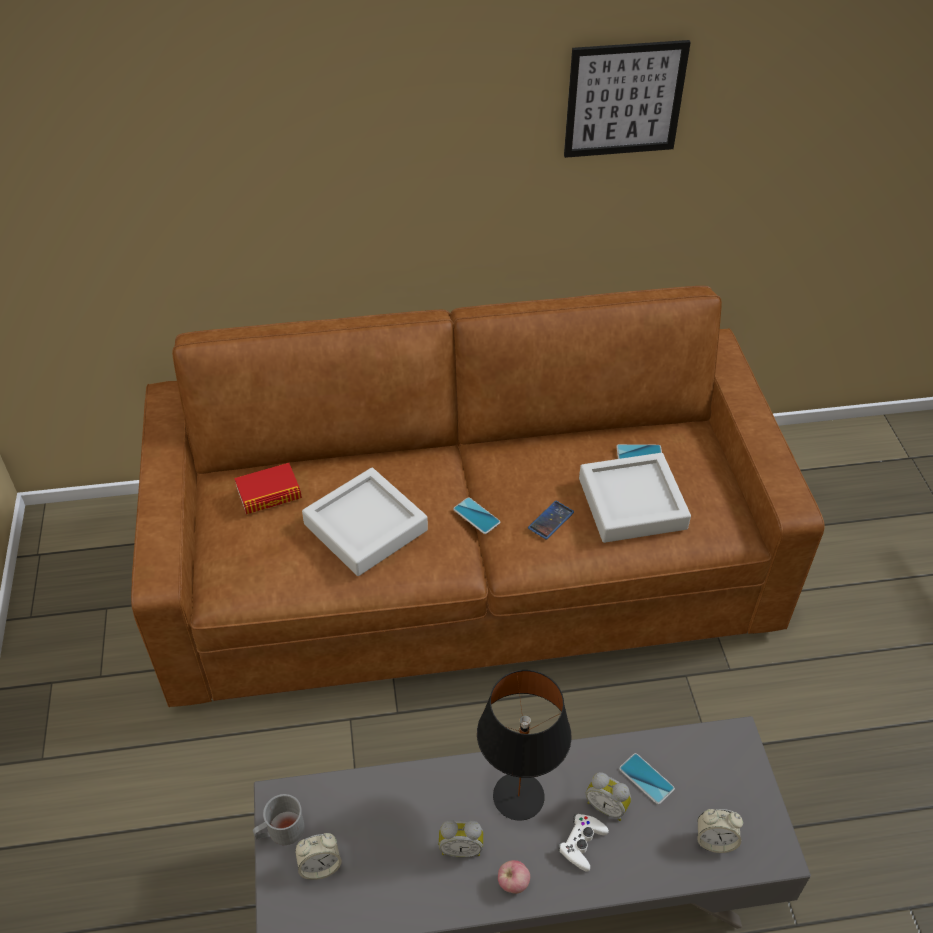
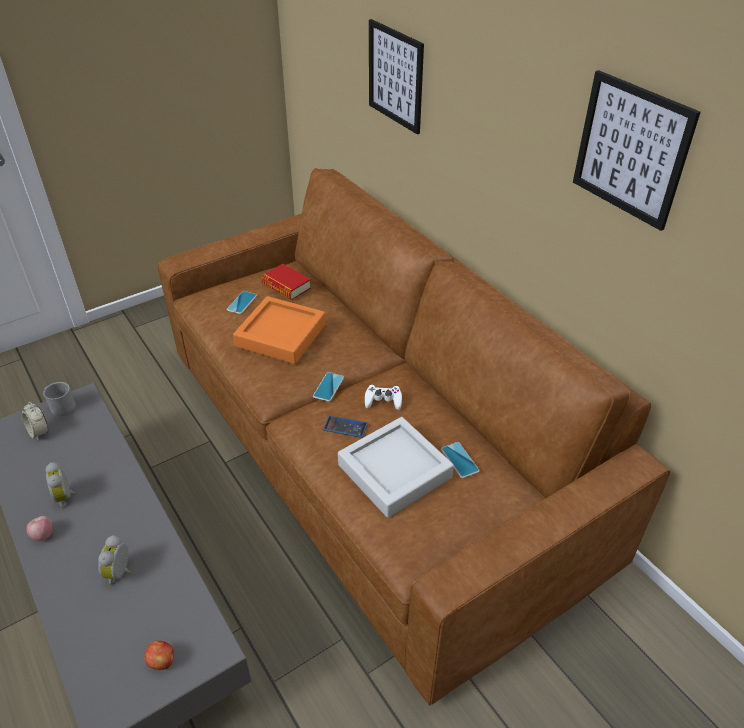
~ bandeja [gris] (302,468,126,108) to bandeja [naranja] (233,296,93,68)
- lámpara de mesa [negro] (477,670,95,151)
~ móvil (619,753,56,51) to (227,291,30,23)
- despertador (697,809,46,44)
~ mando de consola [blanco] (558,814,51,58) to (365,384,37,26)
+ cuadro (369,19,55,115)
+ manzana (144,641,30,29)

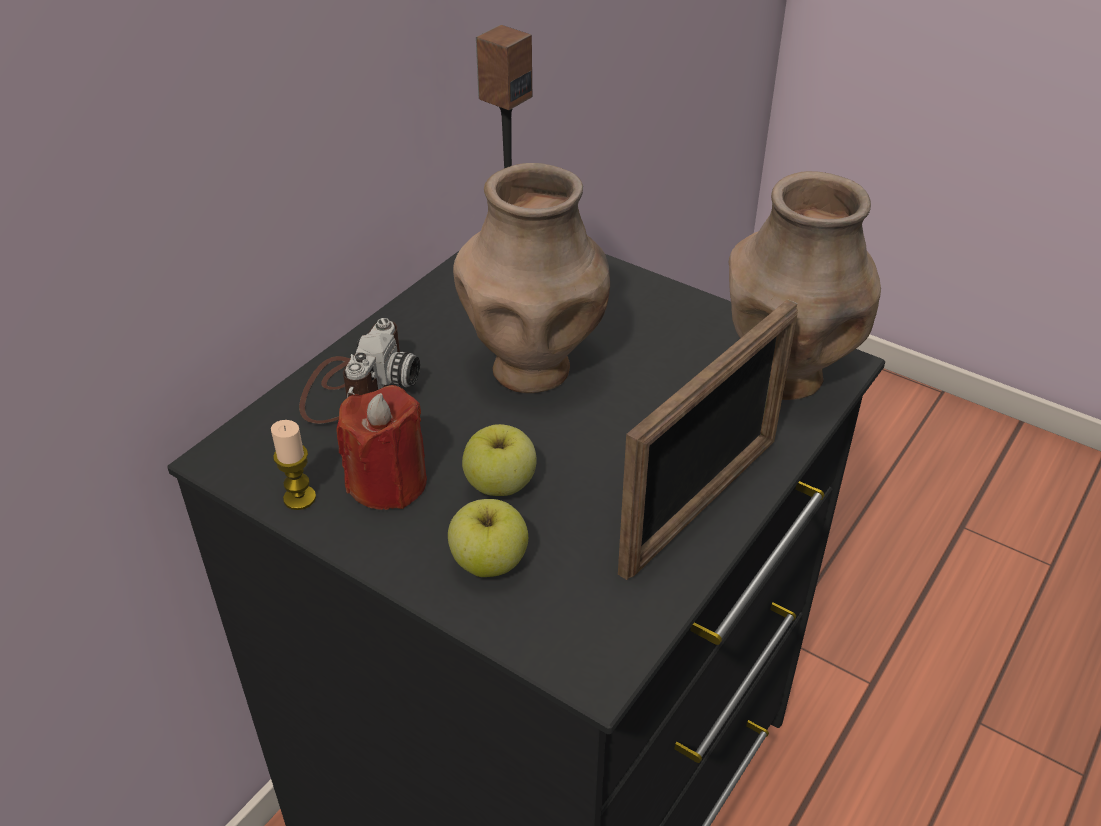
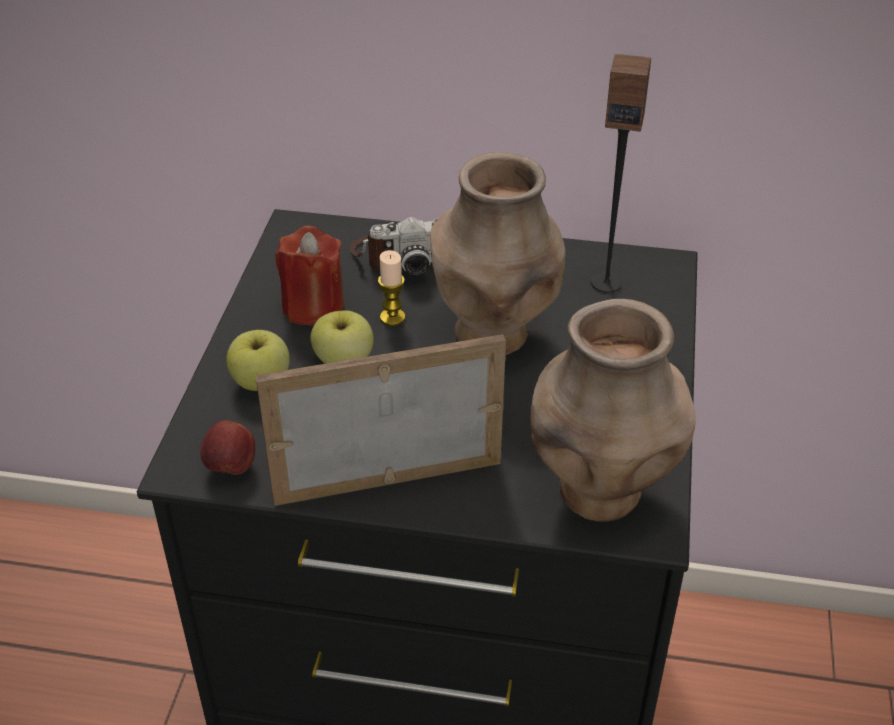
~ portarretratos (618,299,180,281) = (255,334,251,172) 150 degrees clockwise
~ vela (271,420,45,90) to (378,250,28,76)
+ manzana (200,420,55,55)

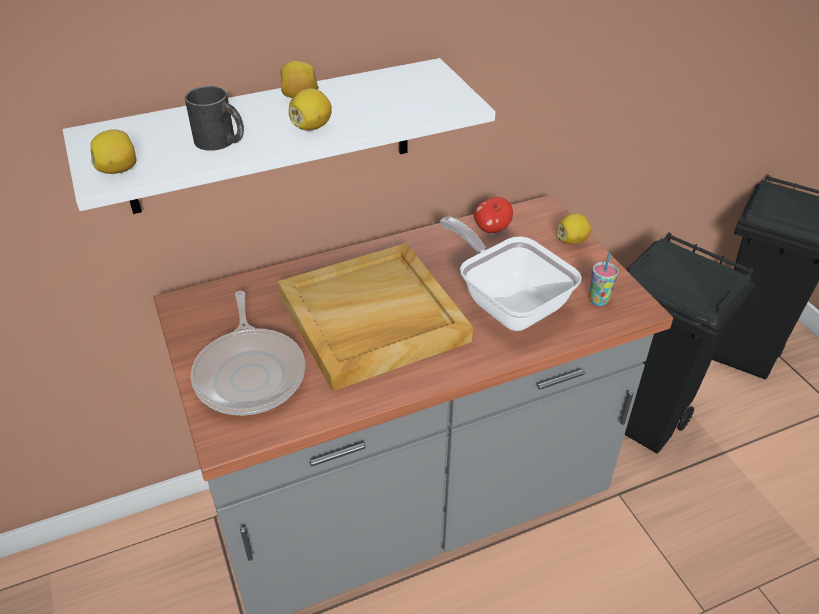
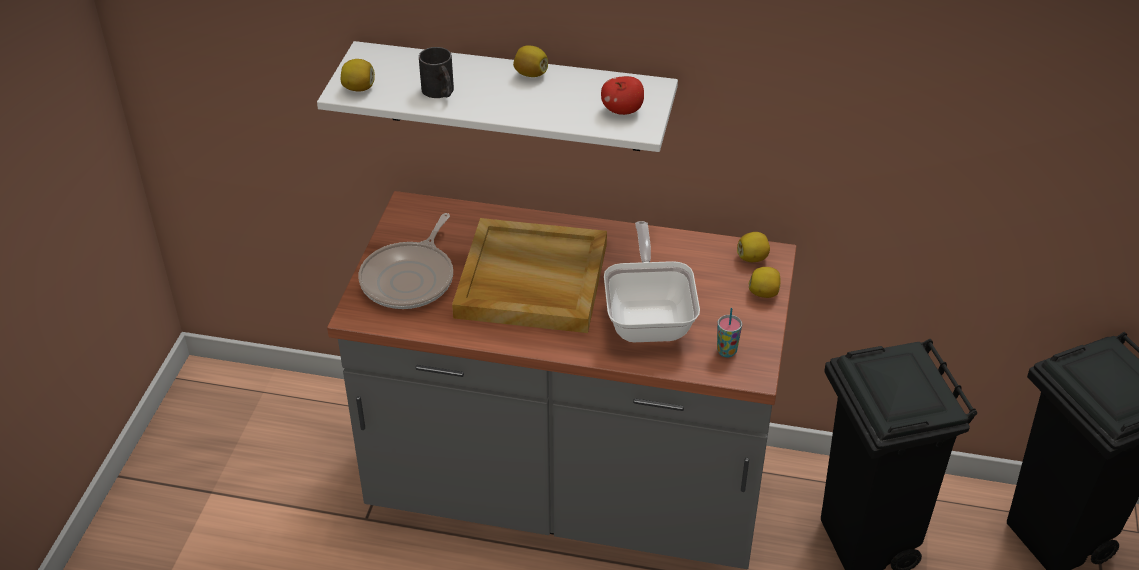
~ limón (289,88,43,42) to (737,232,33,30)
~ manzana (474,197,39,36) to (601,76,43,39)

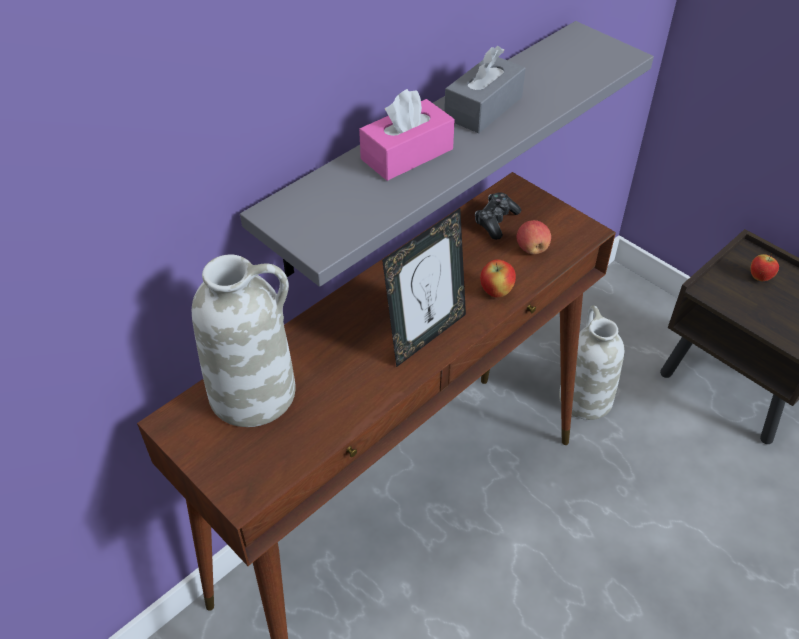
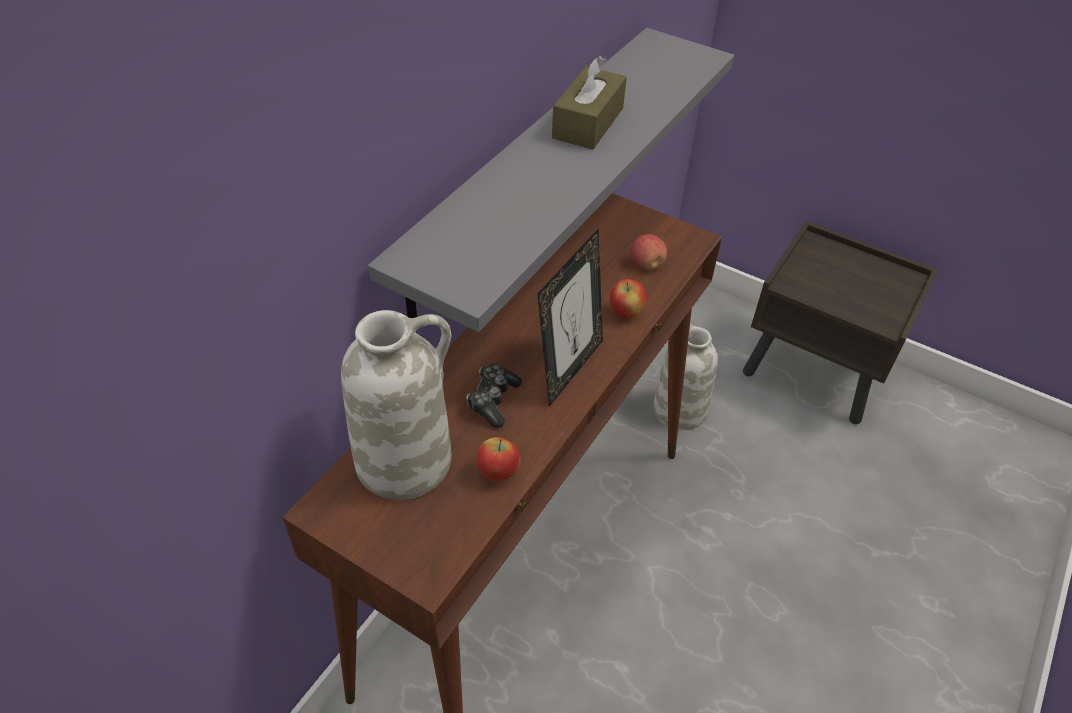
~ caja de pañuelos [gris] (444,46,82,88) to caja de pañuelos [marrón] (552,55,75,95)
- caja de pañuelos [rosa] (359,89,96,92)
~ mando de consola (475,192,46,48) to (466,364,56,63)
~ manzana (751,254,28,27) to (476,437,44,45)

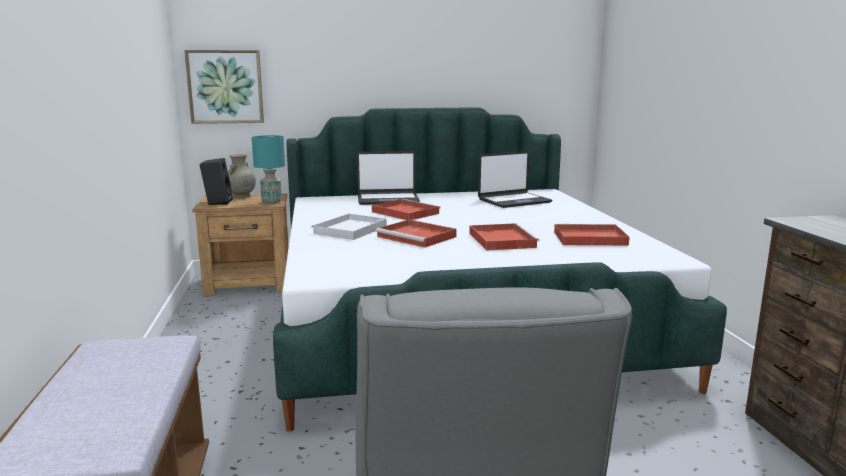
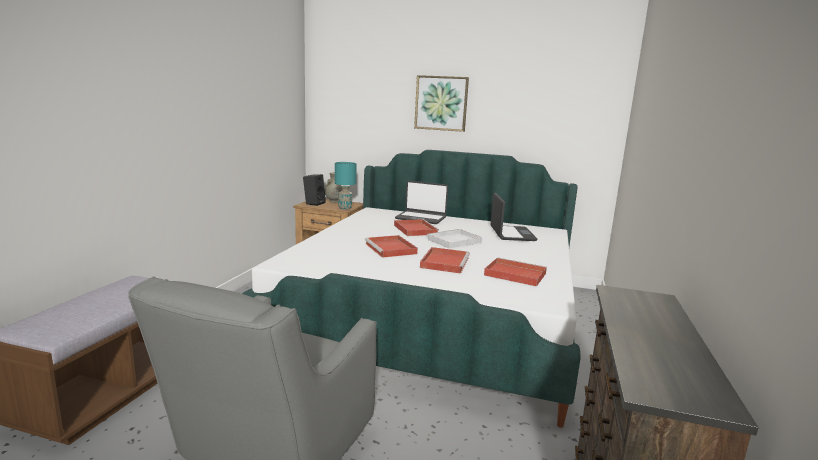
~ cuadro (184,50,80,74) to (414,75,55,57)
~ portátil (478,151,74,57) = (490,193,47,48) 90 degrees counterclockwise
~ bandeja [blanco] (312,214,75,26) to (427,229,55,20)

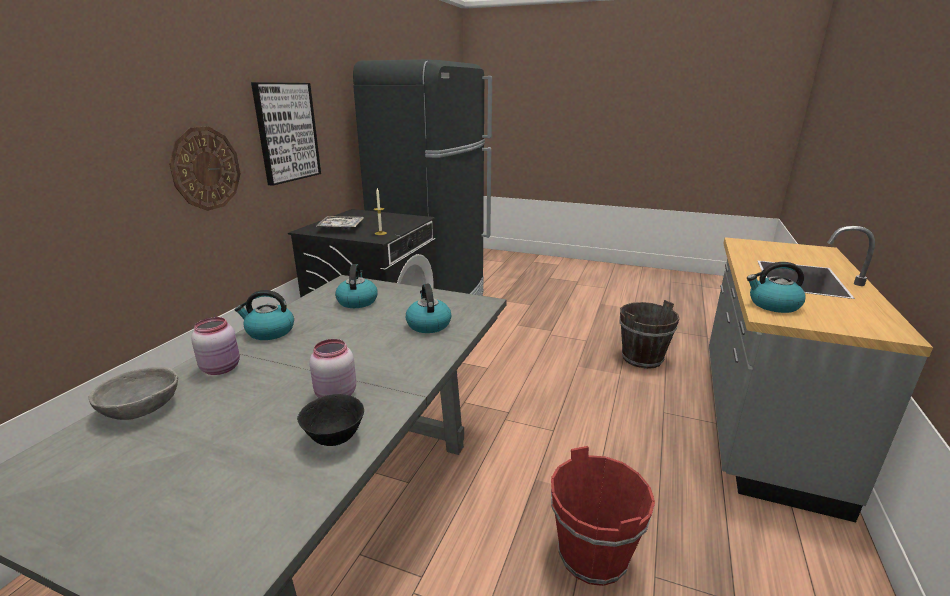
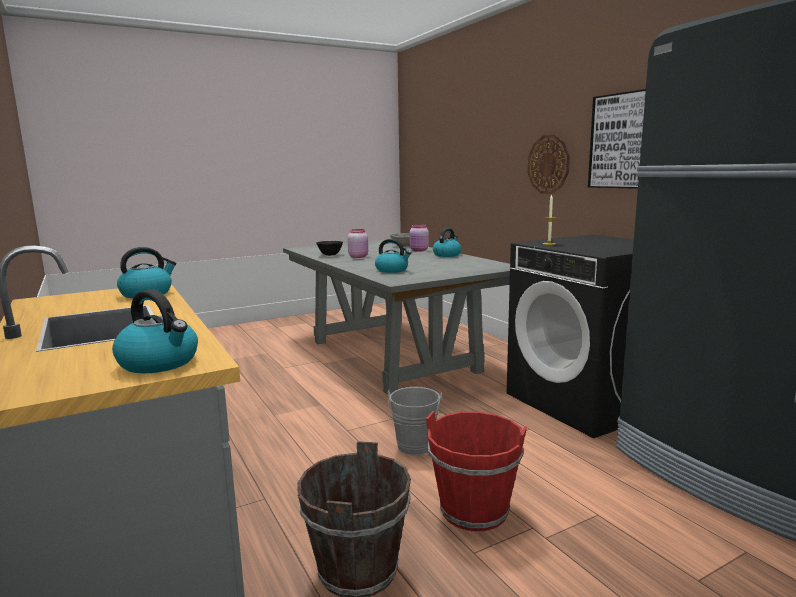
- bandeja (316,216,48,13)
~ hervidor (335,264,43,44) to (112,289,86,84)
~ cubo [rojo] (551,446,104,140) to (426,411,101,120)
+ cubo [gris] (387,387,55,68)

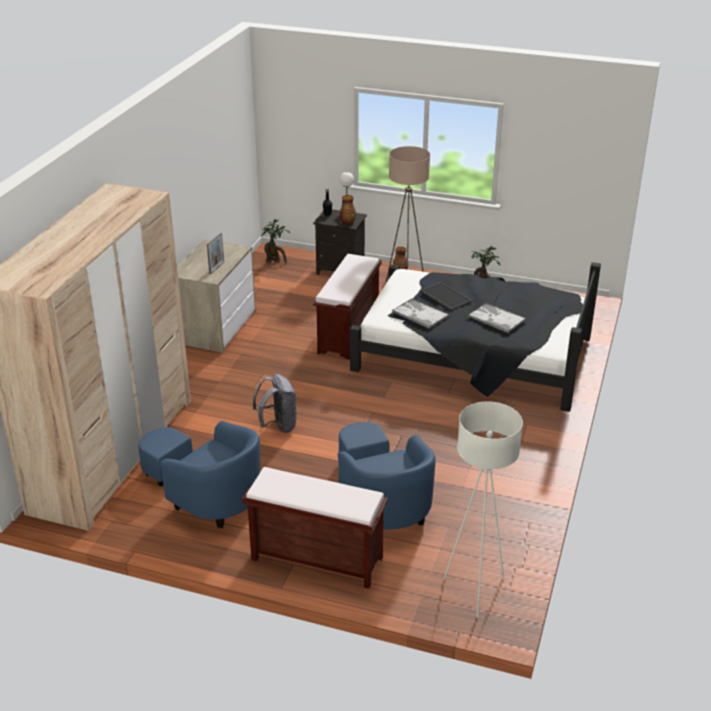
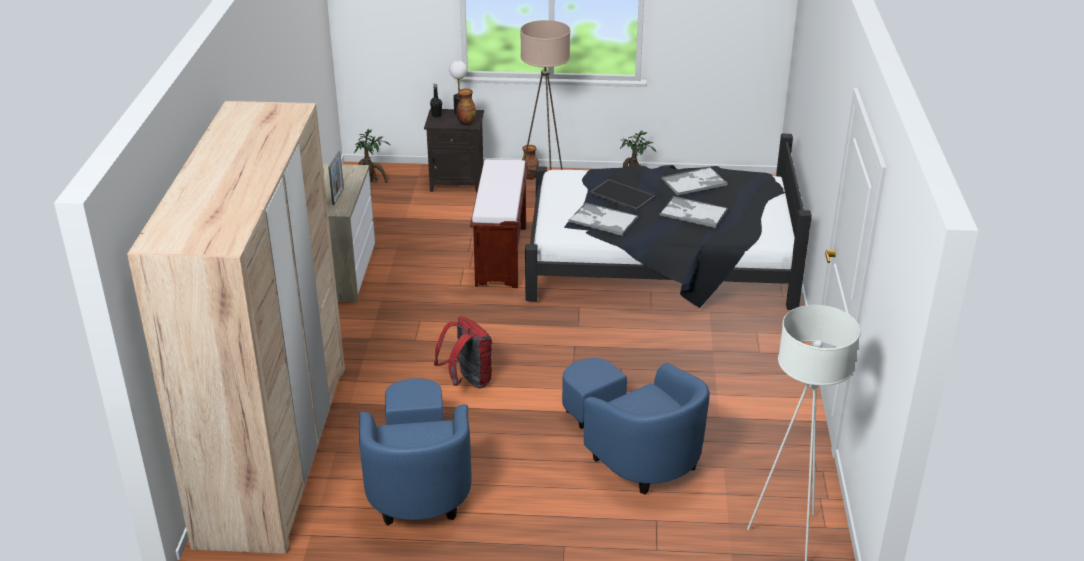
~ mochila [gris] (253,374,44,59) to mochila [rojo] (434,316,58,73)
~ sillón [azul] (138,421,123,107) = (359,378,113,148) 60 degrees clockwise
- banco [marrón] (242,467,146,121)
+ bandeja (661,167,67,29)

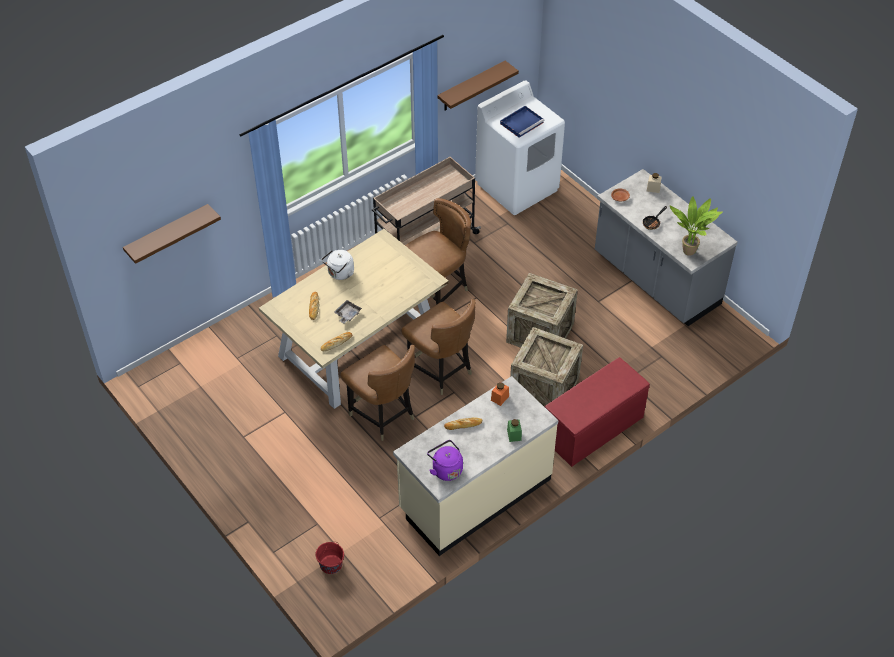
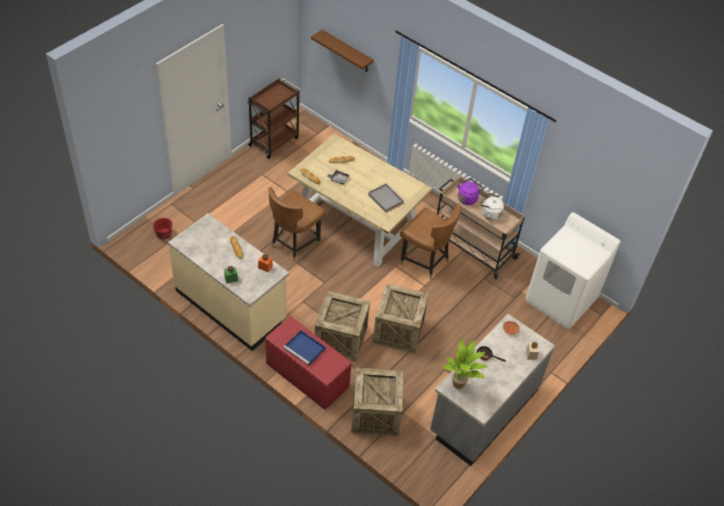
- estante [marrón] (438,61,81,49)
~ bandeja [azul] (500,106,44,32) to (284,330,41,36)
~ hervidor [blanco] (321,250,33,30) to (480,193,24,27)
- silla [marrón] (401,299,75,96)
~ hervidor [morado] (427,440,36,41) to (458,178,26,27)
+ carrito [marrón] (247,78,54,81)
+ bandeja [gris] (368,183,37,30)
+ caja de embalaje (351,368,52,68)

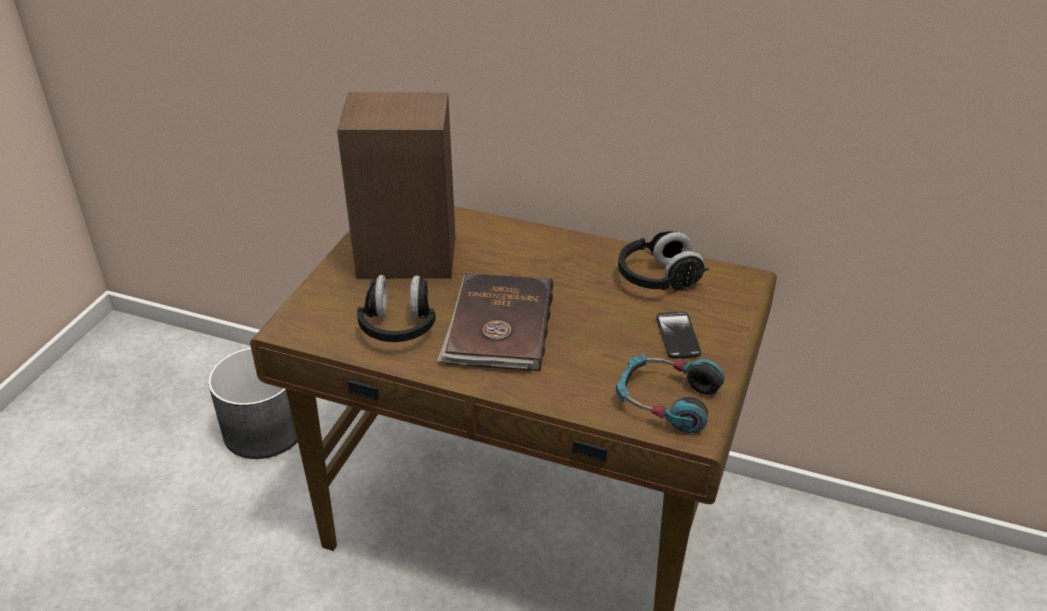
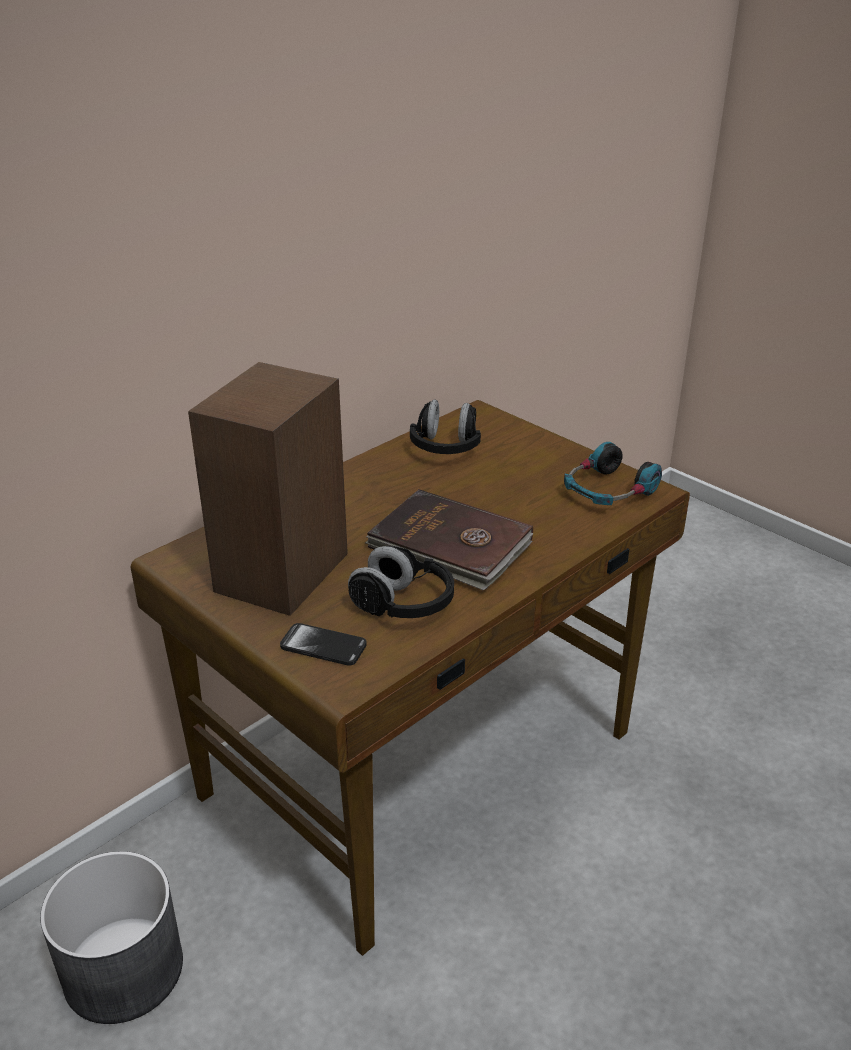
~ móvil (656,312,45,47) to (280,623,87,43)

